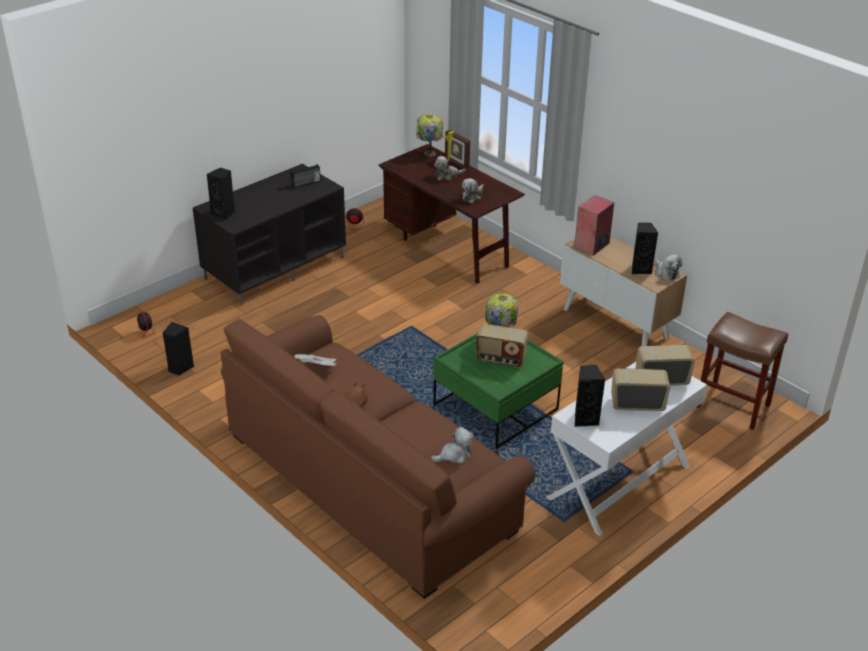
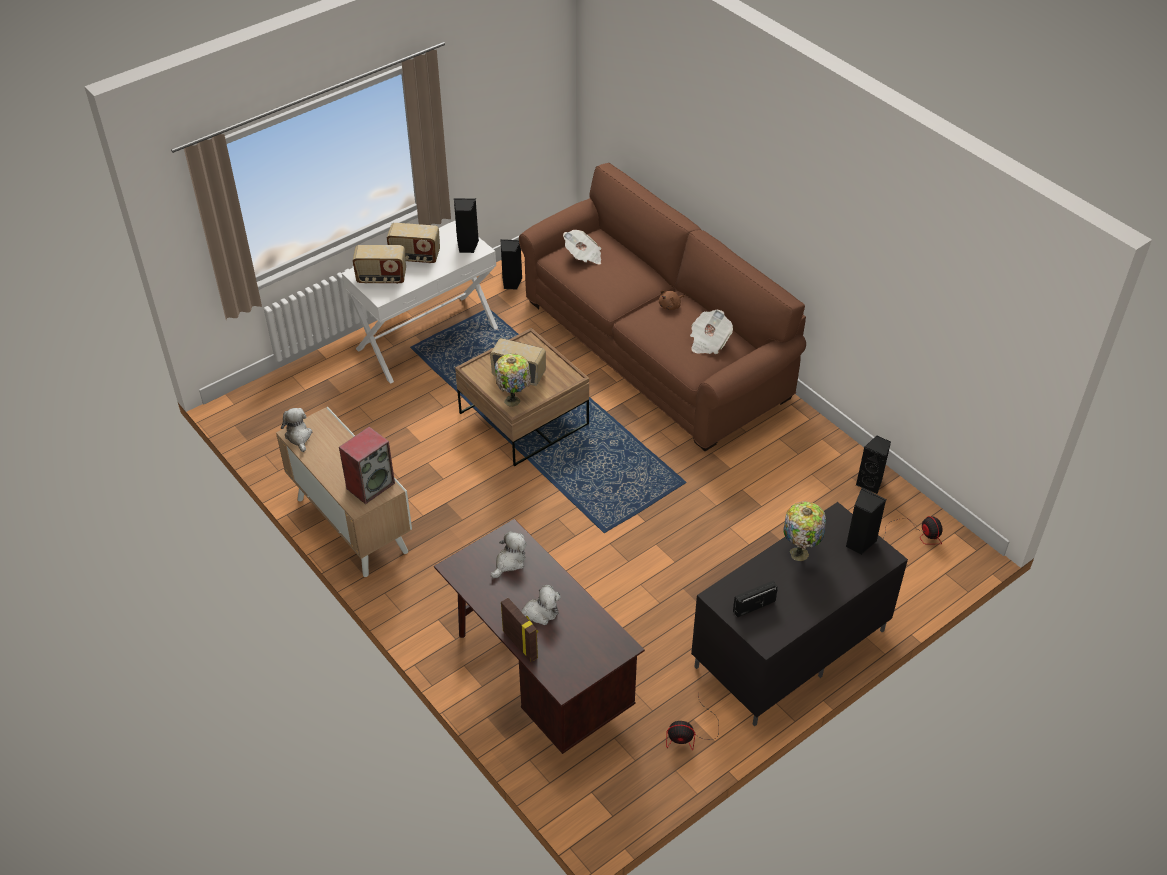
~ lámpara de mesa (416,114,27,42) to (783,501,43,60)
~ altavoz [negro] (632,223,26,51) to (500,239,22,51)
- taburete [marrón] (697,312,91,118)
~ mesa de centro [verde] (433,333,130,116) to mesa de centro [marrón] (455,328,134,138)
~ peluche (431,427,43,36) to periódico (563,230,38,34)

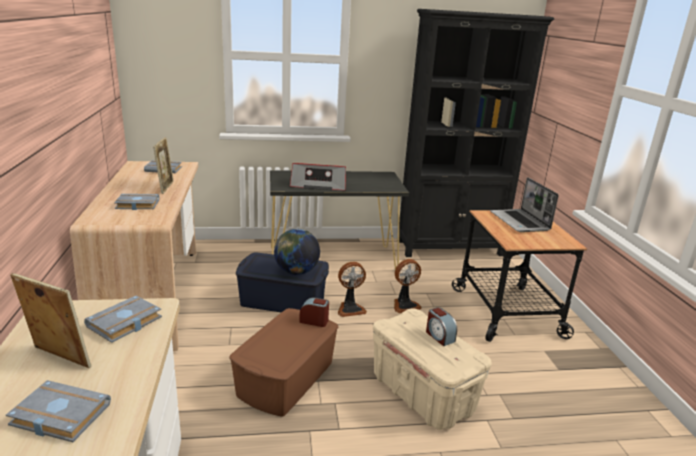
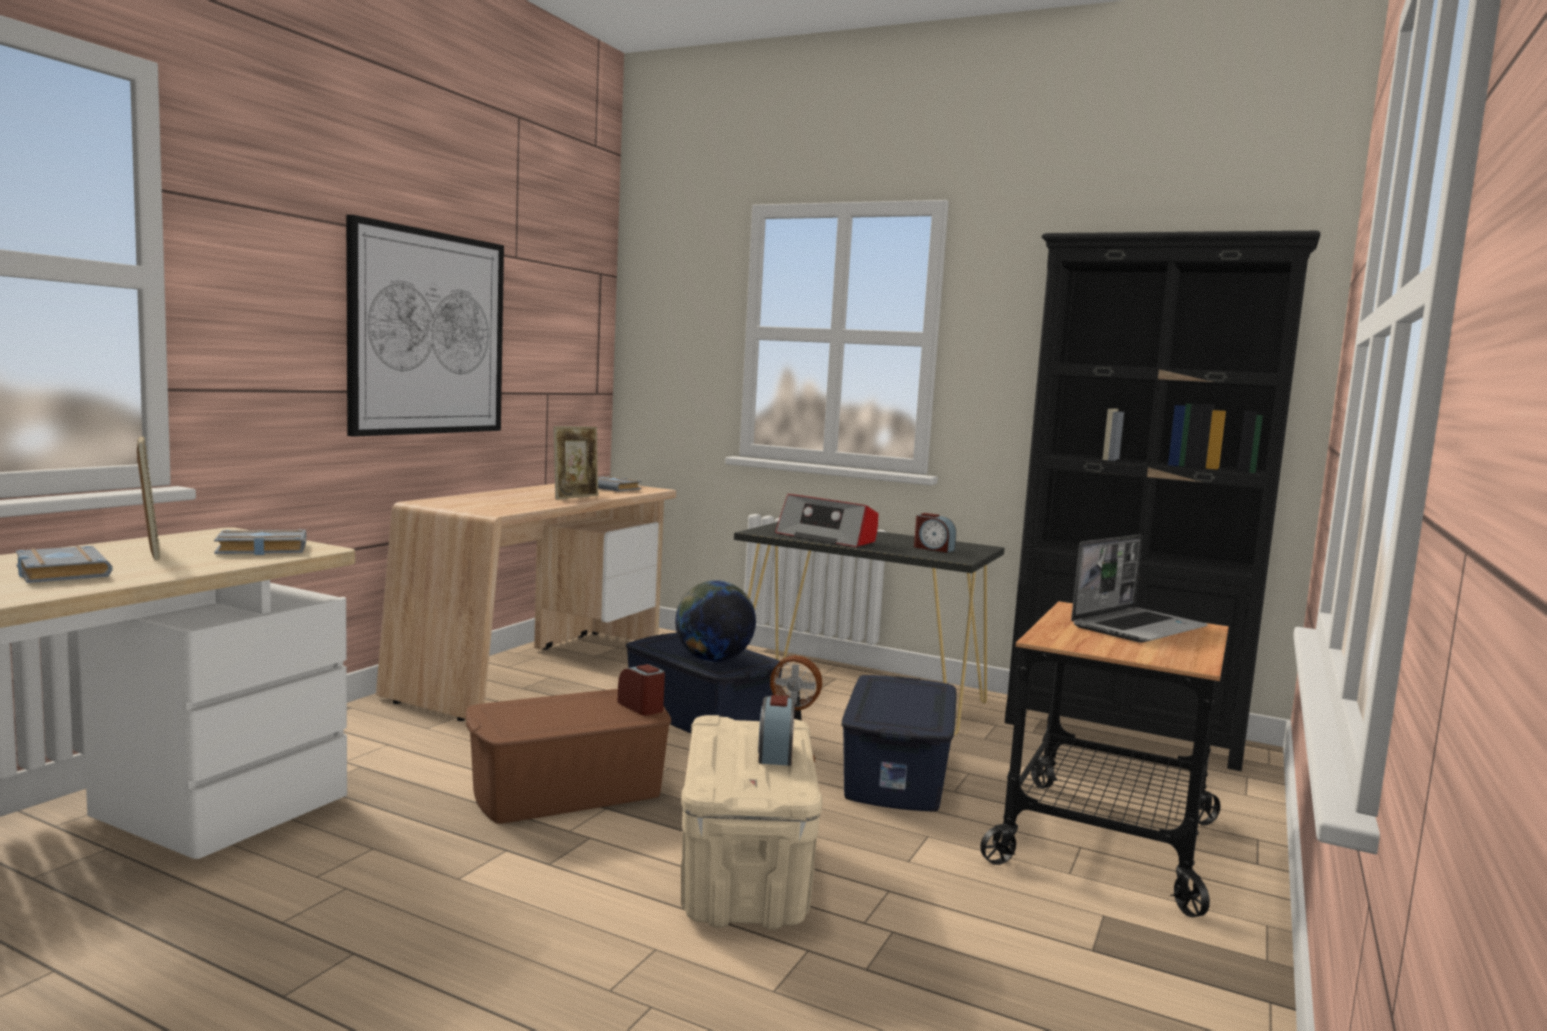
~ portátil (490,177,69,55) = (1071,534,136,109) 150 degrees counterclockwise
- libro [gris] (114,194,45,16)
~ ventilador (394,259,27,54) to caja de almacenaje [azul] (842,675,114,136)
+ cuadro (346,215,158,222)
+ despertador (914,513,42,40)

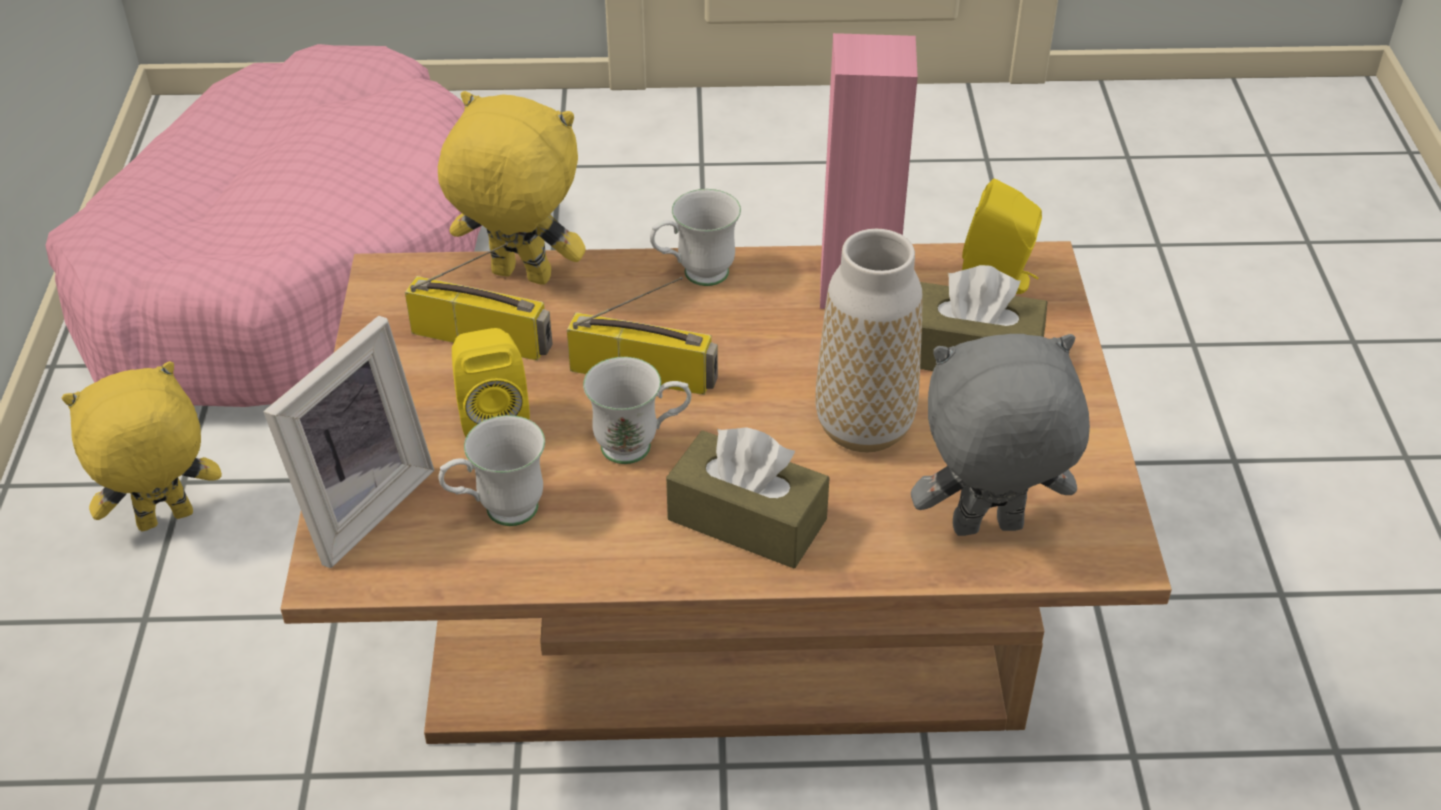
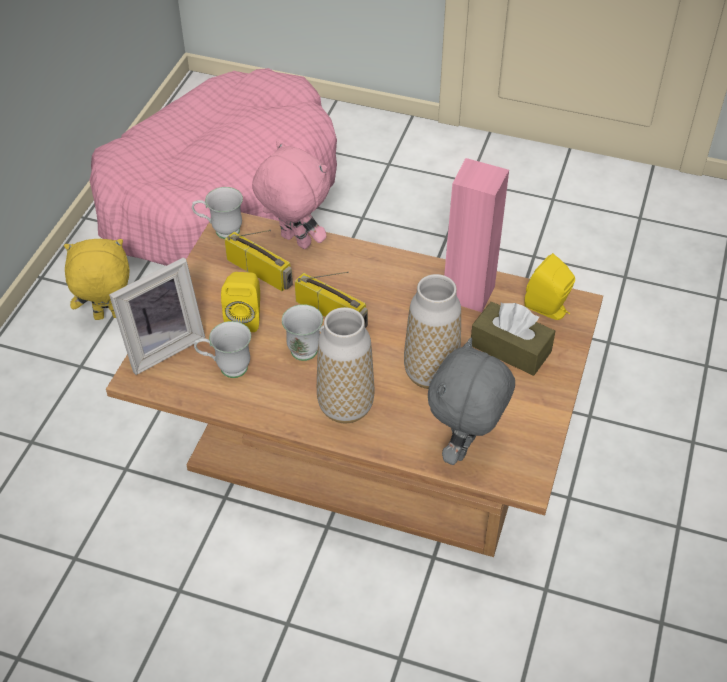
~ peluche [amarillo] (438,91,148,194) to peluche [rosa] (252,141,79,108)
~ taza grande [blanco] (650,189,91,97) to (192,187,51,52)
~ peluche [gris] (911,334,179,202) = (428,338,87,127) 75 degrees counterclockwise
~ caja de pañuelos [marrón] (666,427,164,141) to florero (317,307,57,116)

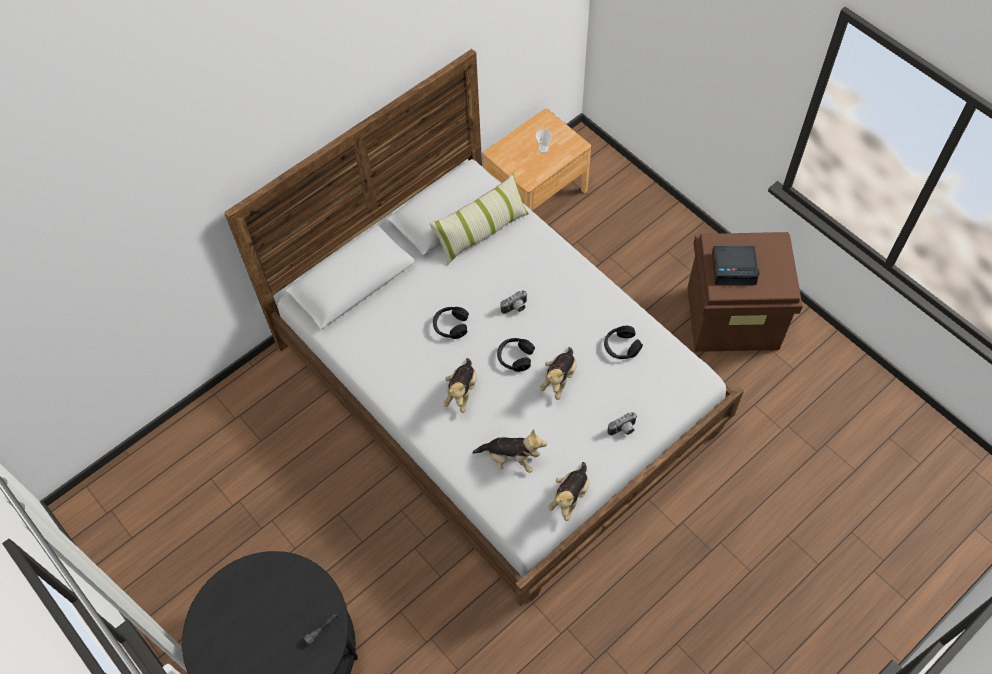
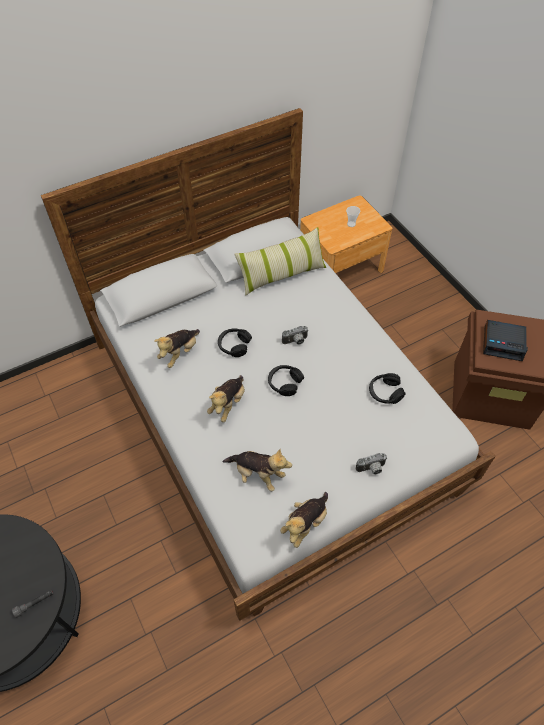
~ peluche (539,347,38,53) to (154,329,46,39)

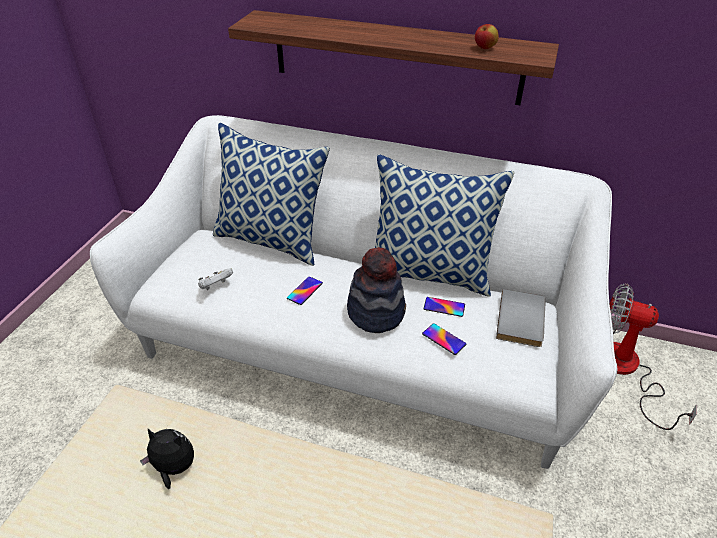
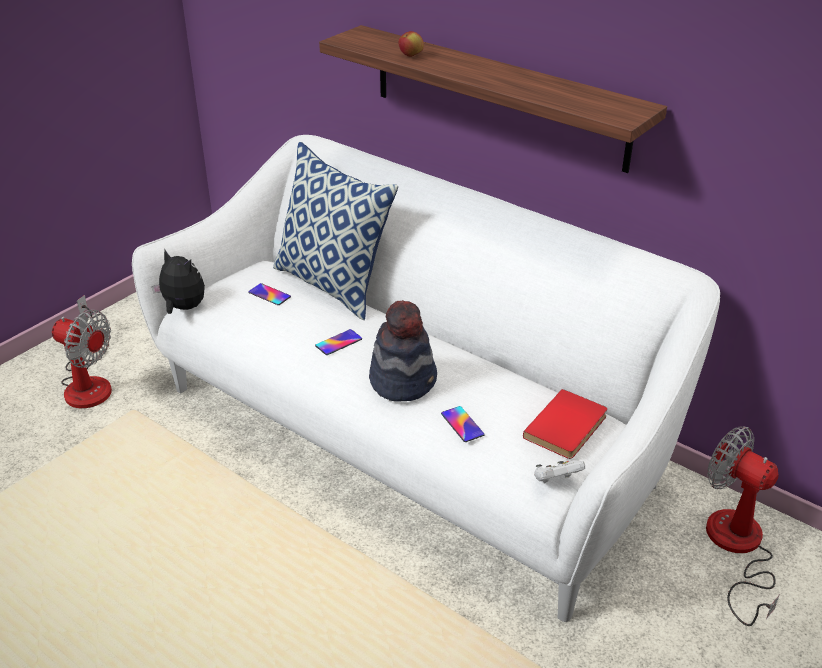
~ manzana (475,24,24,25) to (399,31,25,26)
- cojín (375,154,140,143)
~ mando de consola [blanco] (198,268,35,22) to (534,460,51,23)
~ libro [gris] (496,289,50,58) to libro [rojo] (523,389,84,70)
~ móvil (424,297,41,20) to (248,283,43,22)
~ peluche (140,429,54,60) to (152,249,53,65)
+ ventilador (52,295,60,113)

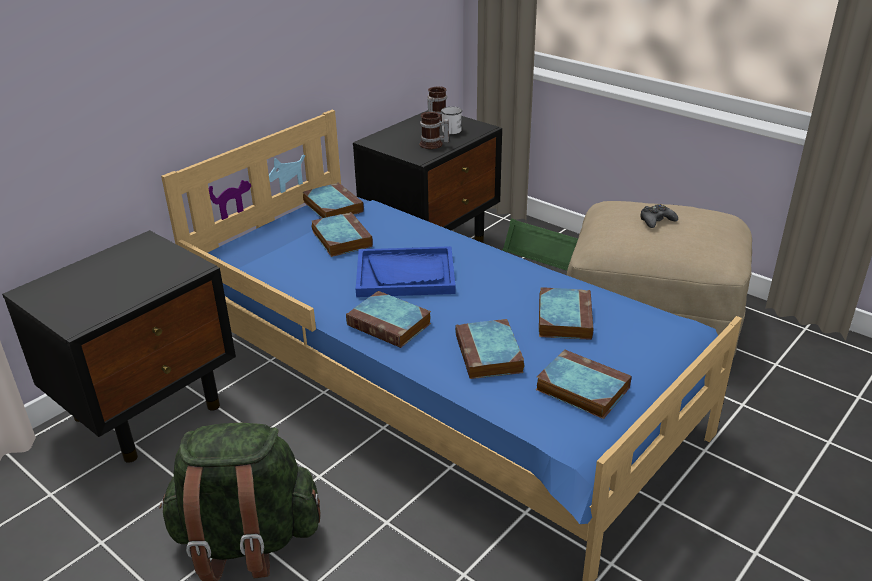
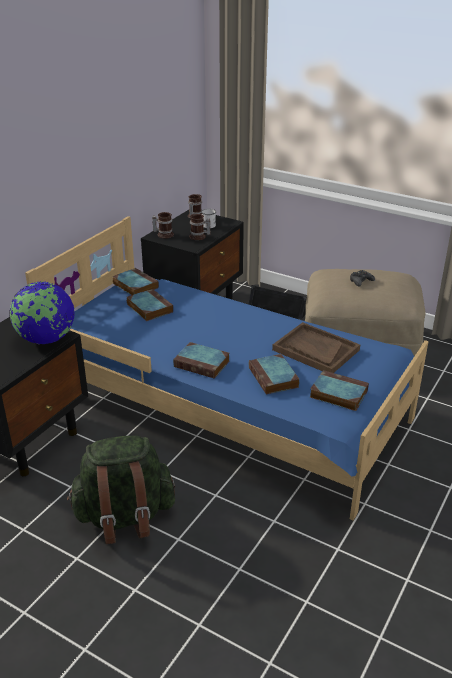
~ altavoz [verde] (502,218,76,53) to altavoz [negro] (248,285,59,35)
- bandeja [azul] (356,246,100,51)
~ libro (539,287,54,53) to bandeja [marrón] (272,322,88,51)
+ taza grande (152,212,22,27)
+ globo terráqueo (9,281,66,64)

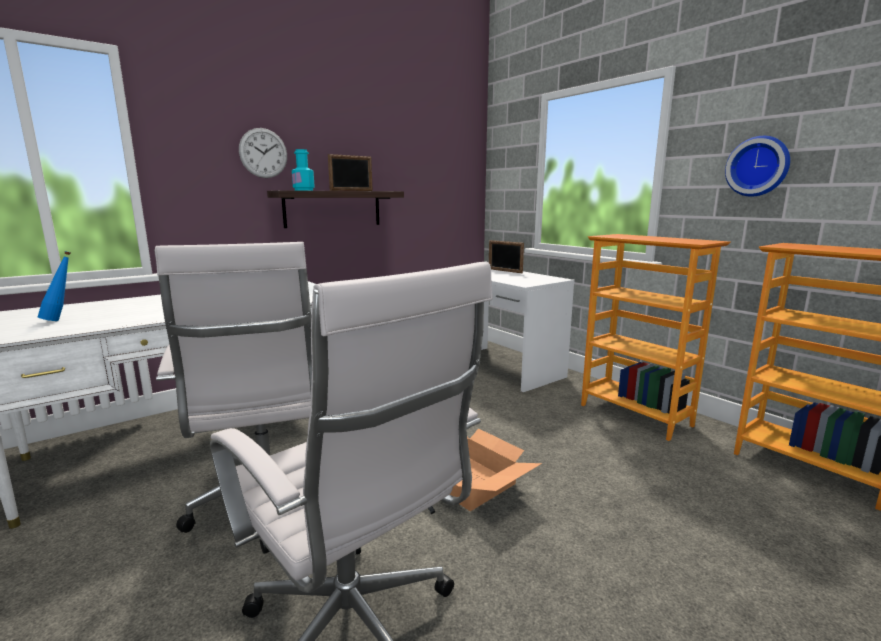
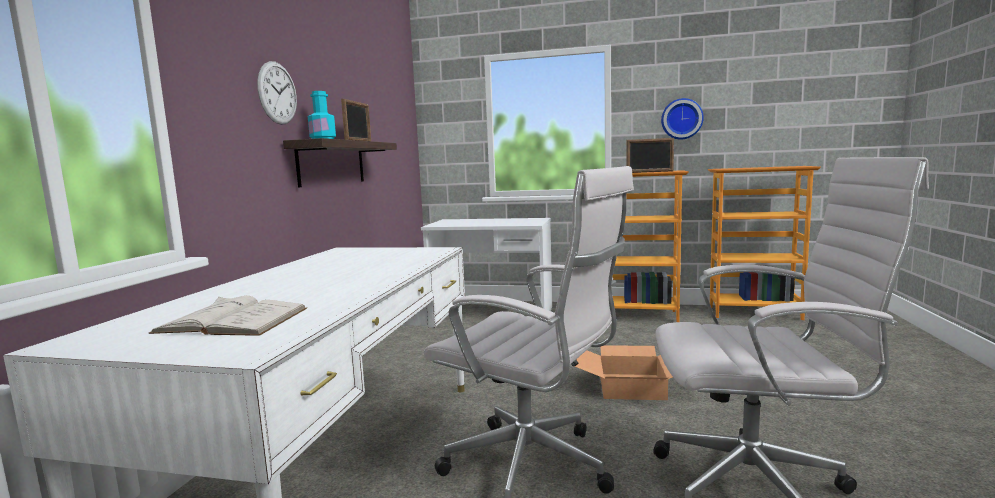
~ portarretratos (489,240,35,33) to (626,138,48,35)
~ botella [azul] (38,251,33,70) to libro [blanco] (148,296,159,40)

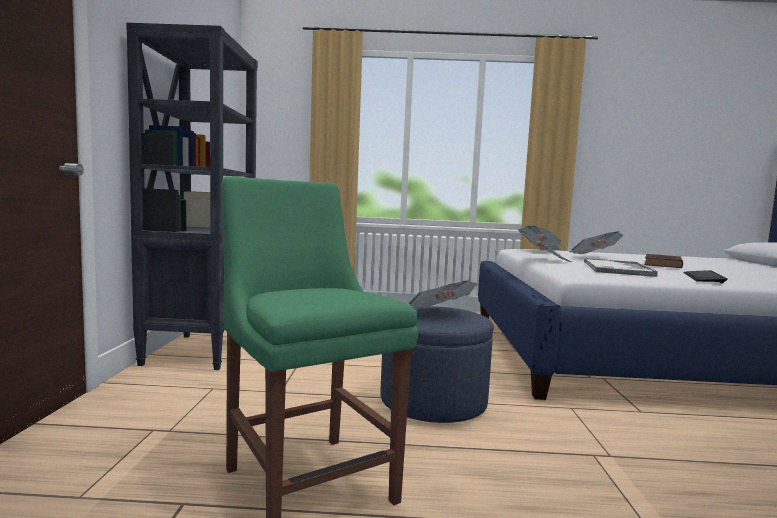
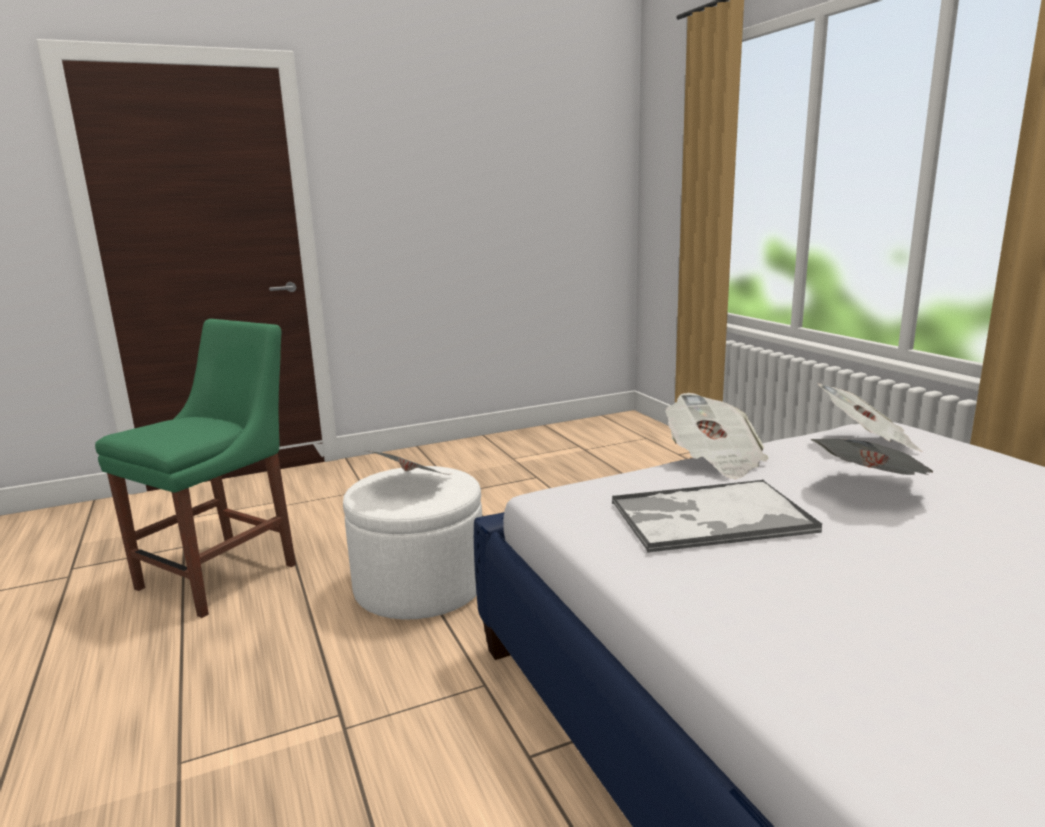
- estantería [negro] (126,23,132,347)
- libro [marrón] (644,254,39,14)
- teclado (683,270,45,14)
~ puf [azul] (380,306,113,117) to puf [blanco] (343,466,139,154)

